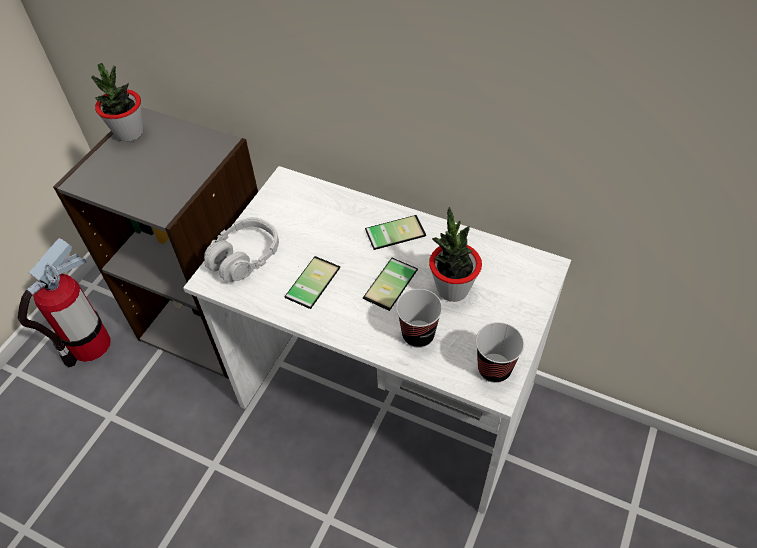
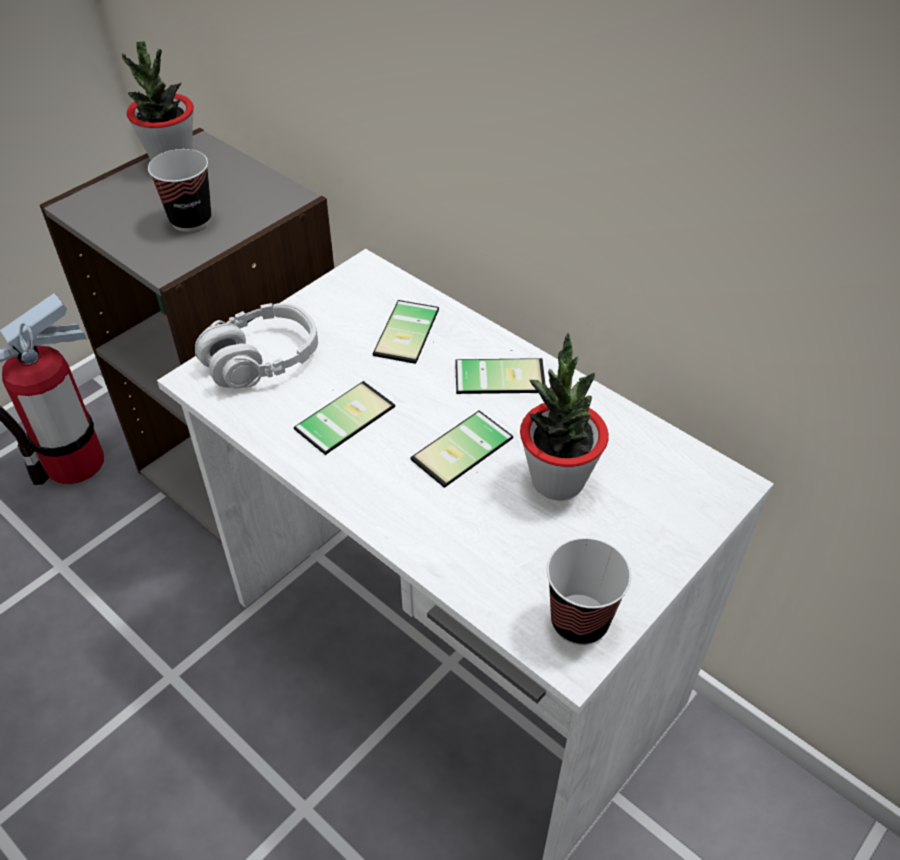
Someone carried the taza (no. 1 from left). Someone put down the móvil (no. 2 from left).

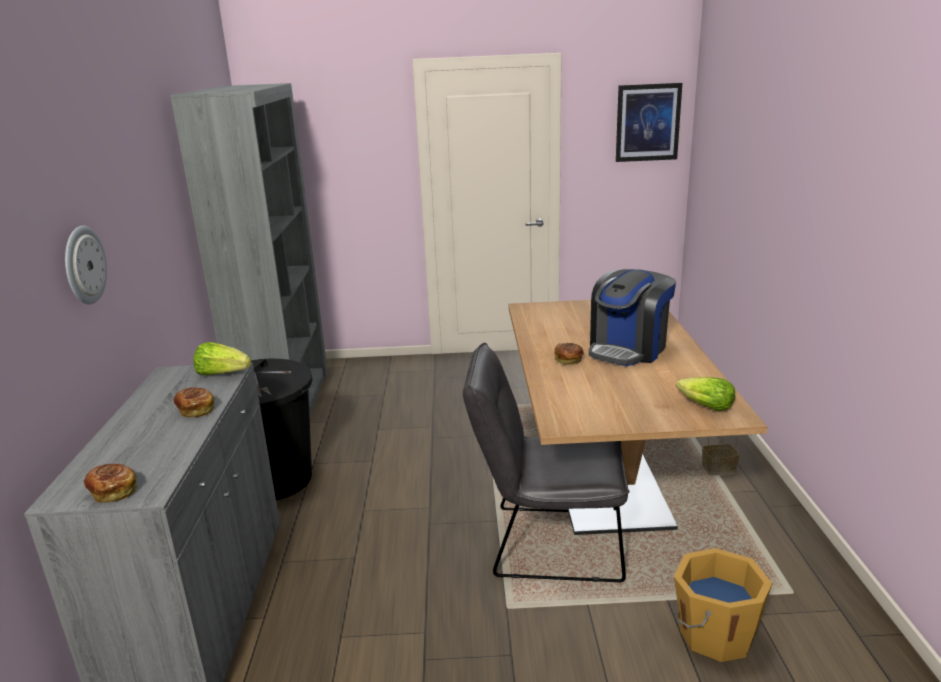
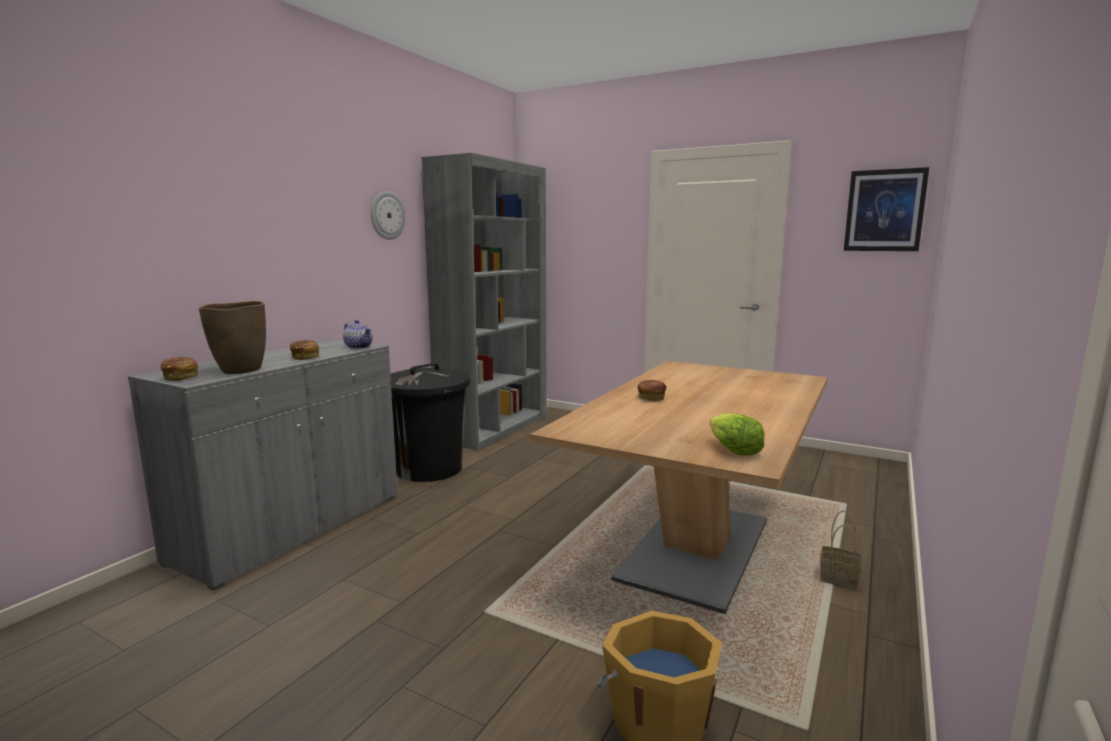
Someone carried the reloj de pared. Someone swapped the lechuga (no. 1 from left) for the tetera. Someone took away the silla [gris]. Someone took away the cafetera. Someone put down the florero [marrón].

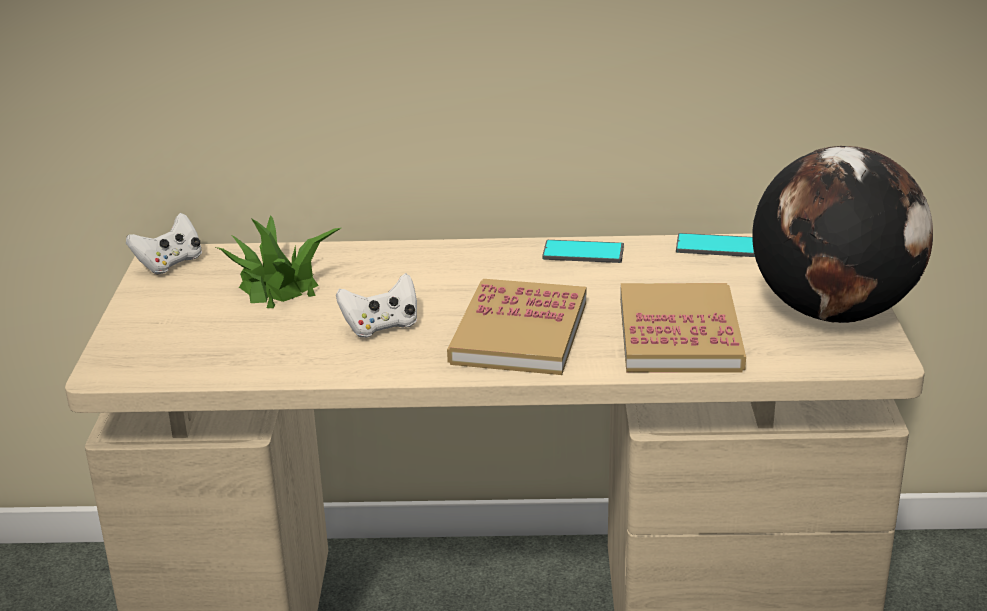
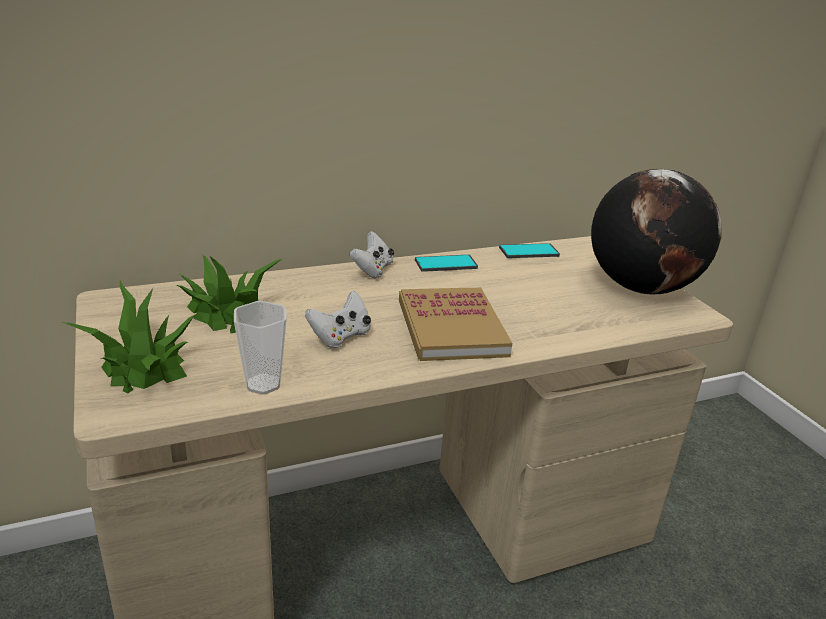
Someone carried the mando de consola [blanco] (no. 1 from left in the first image). Someone took away the libro (no. 2 from left). Someone put down the planta en maceta (no. 1 from left). Someone put down the taza.

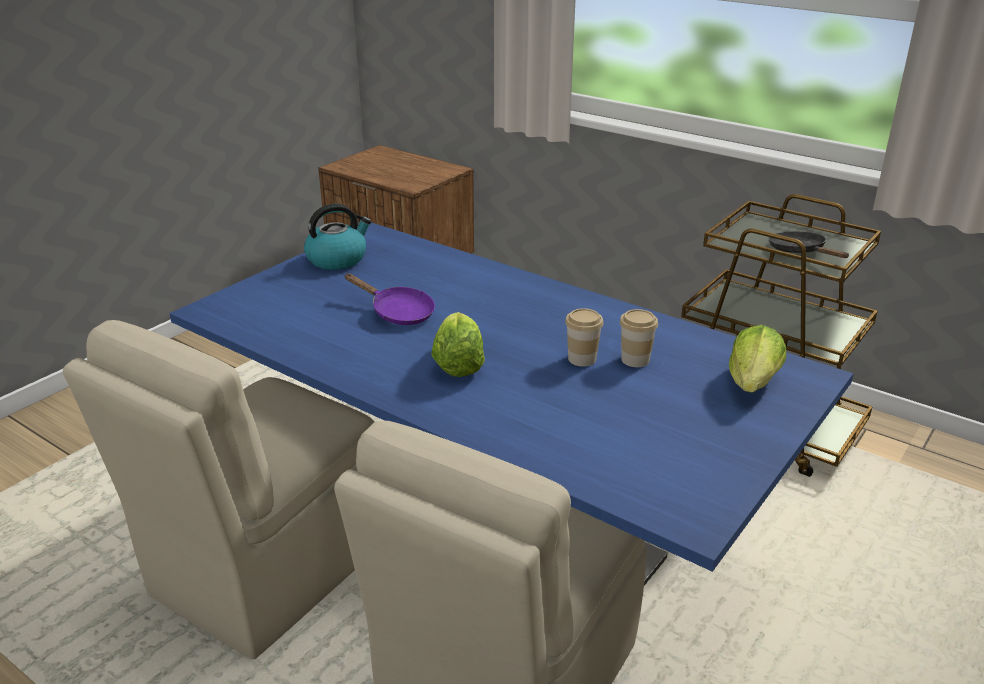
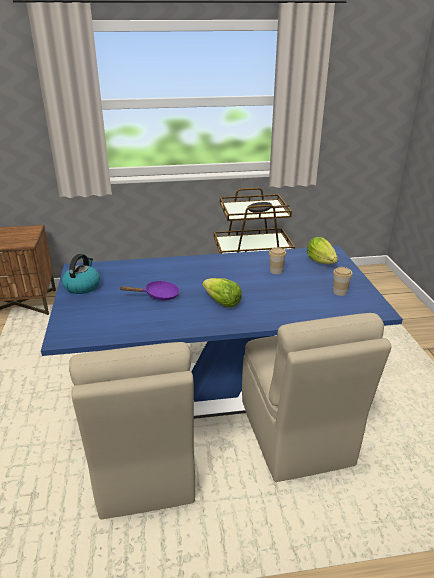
Someone carried the taza (no. 1 from left in the first image).

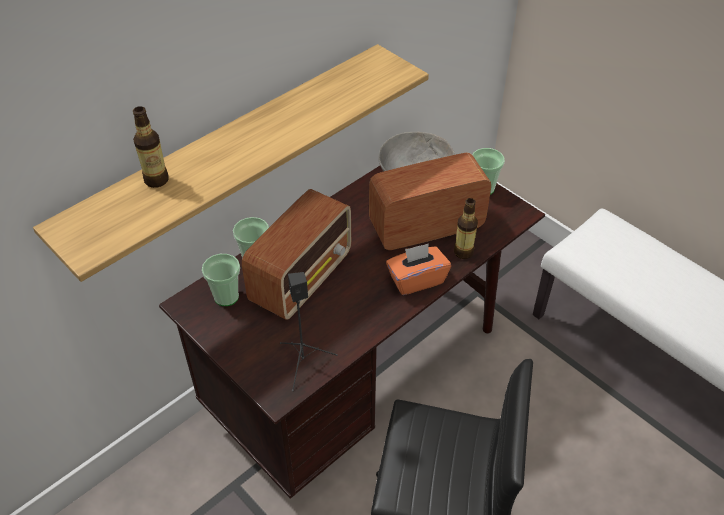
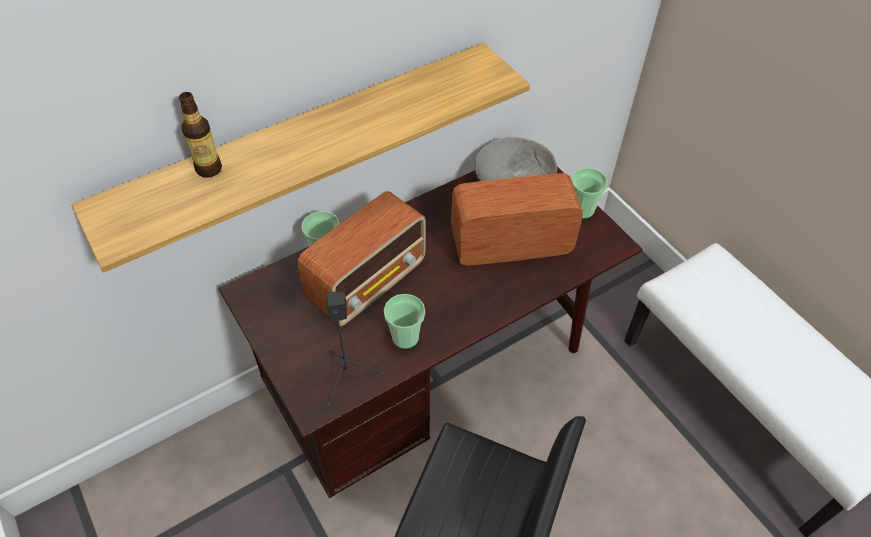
Someone carried the taza (no. 1 from left in the first image). Someone took away the caja de pañuelos [naranja]. Someone took away the botella (no. 2 from left).

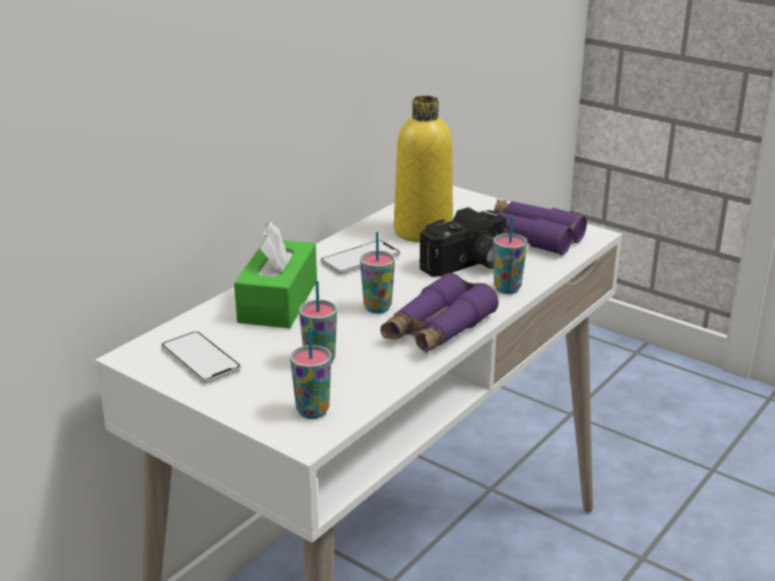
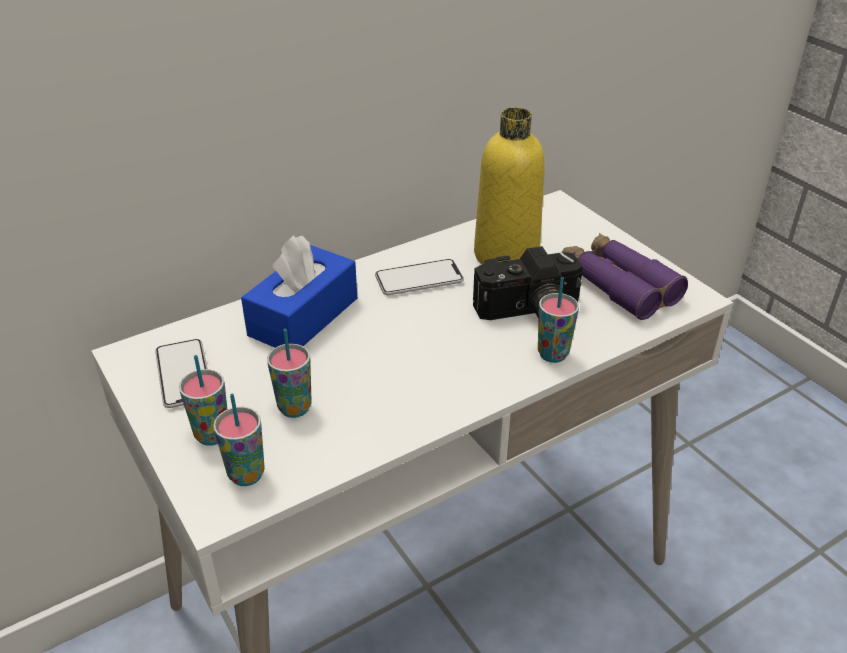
Someone repainted the caja de pañuelos [verde], which became the caja de pañuelos [azul]. Someone carried the taza (no. 3 from left in the first image). Someone took away the prismáticos [morado] (no. 1 from left).

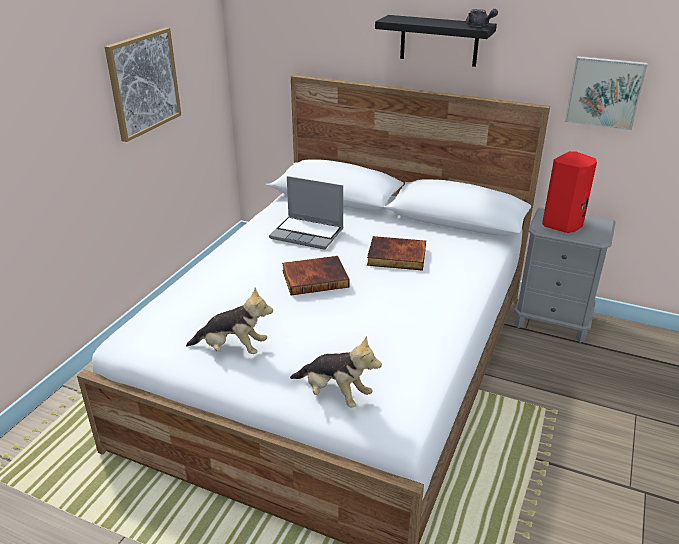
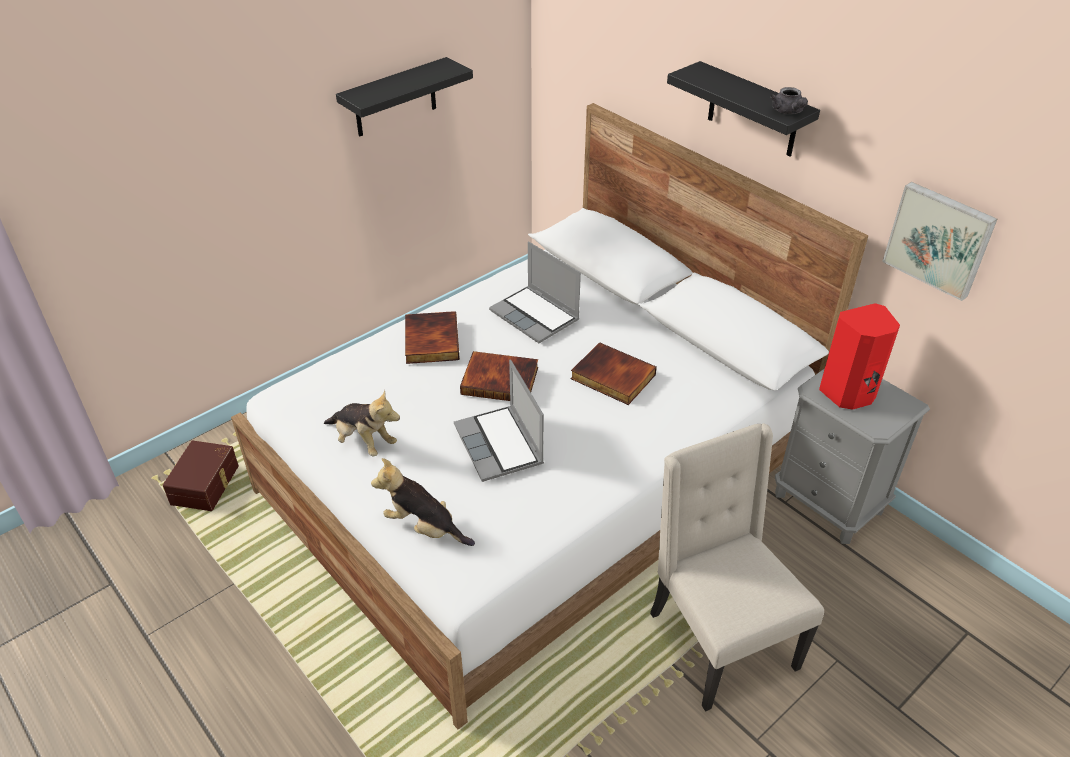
Someone swapped the cuadro (no. 1 from left) for the estante [negro] (no. 1 from left). Someone rotated the peluche (no. 2 from left) by 150 degrees clockwise. Someone put down the caja de almacenaje [marrón]. Someone put down the libro (no. 1 from left). Someone put down the portátil (no. 1 from left). Someone put down the silla [beis].

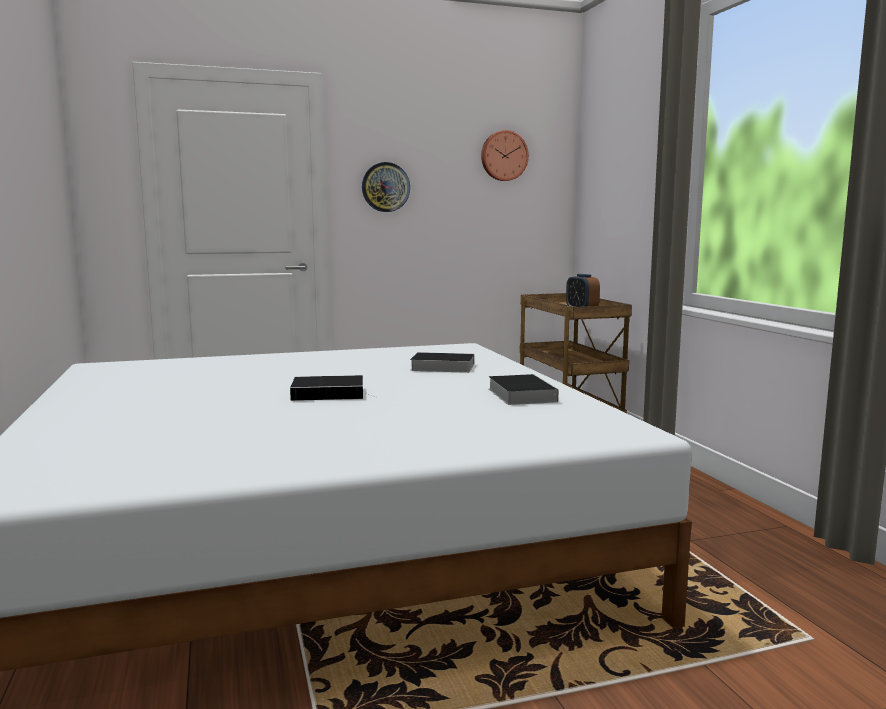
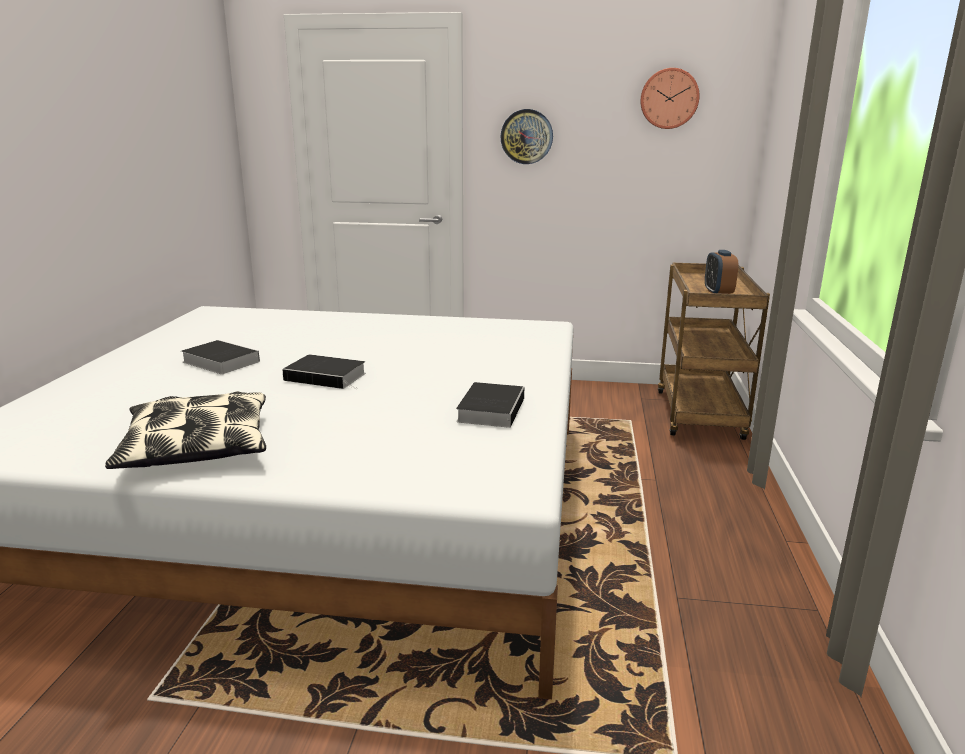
Someone carried the libro (no. 2 from left in the first image). Someone put down the cojín.

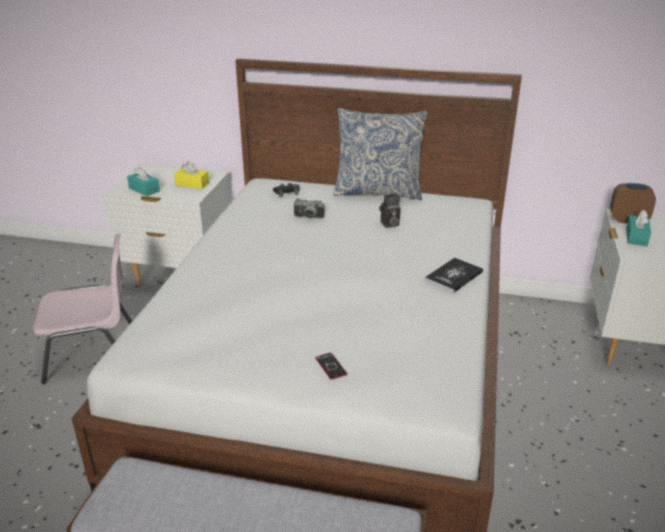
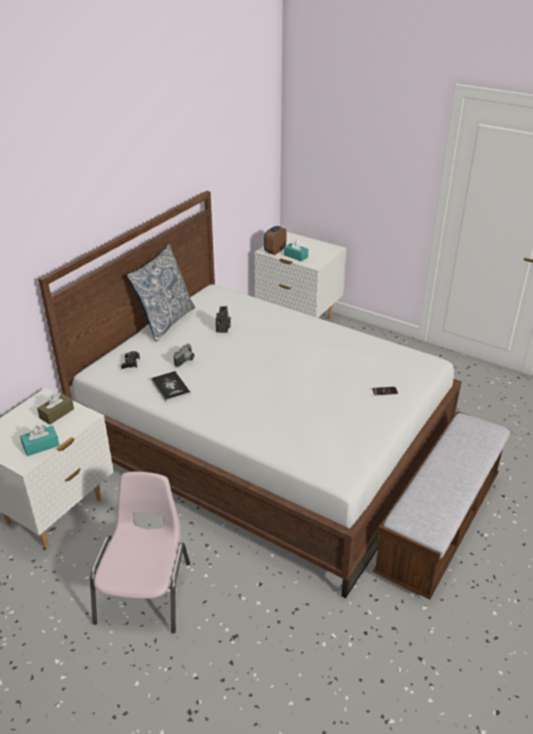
Someone repainted the caja de pañuelos [amarillo], which became the caja de pañuelos [marrón]. Someone carried the libro.

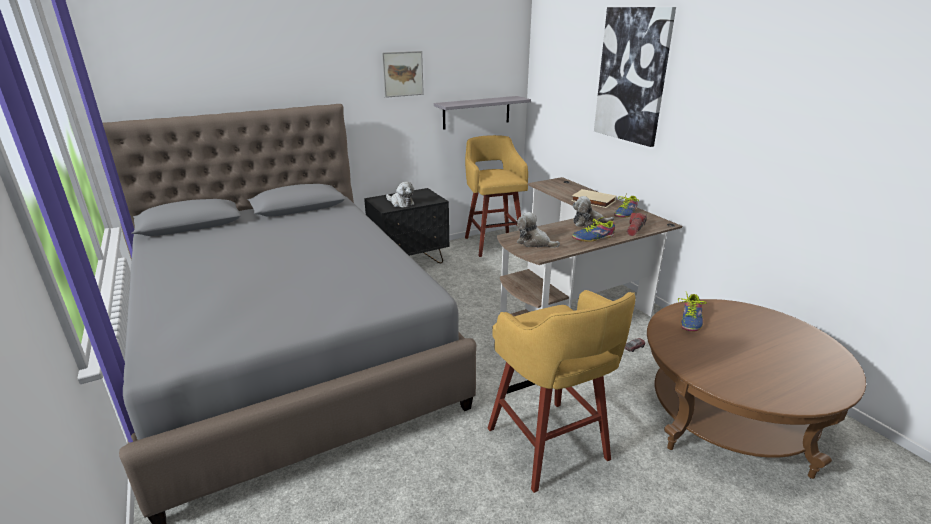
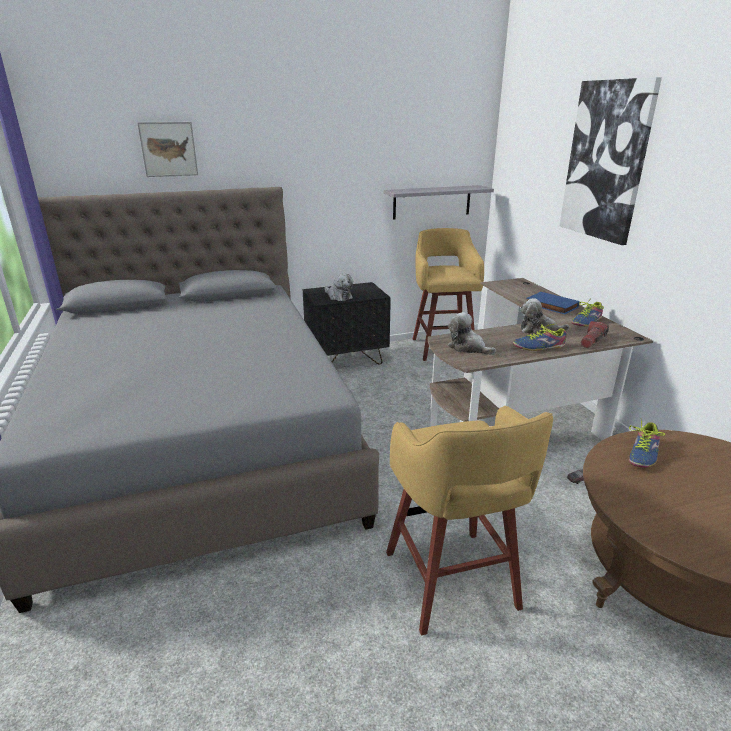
Someone carried the cuadro (no. 1 from left). Someone repainted the libro [beis], which became the libro [azul].

